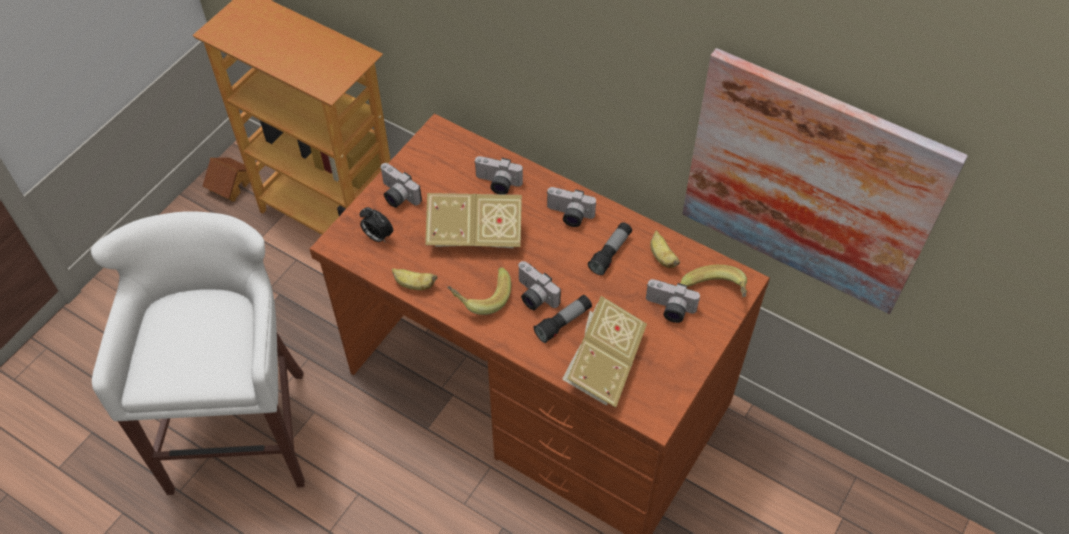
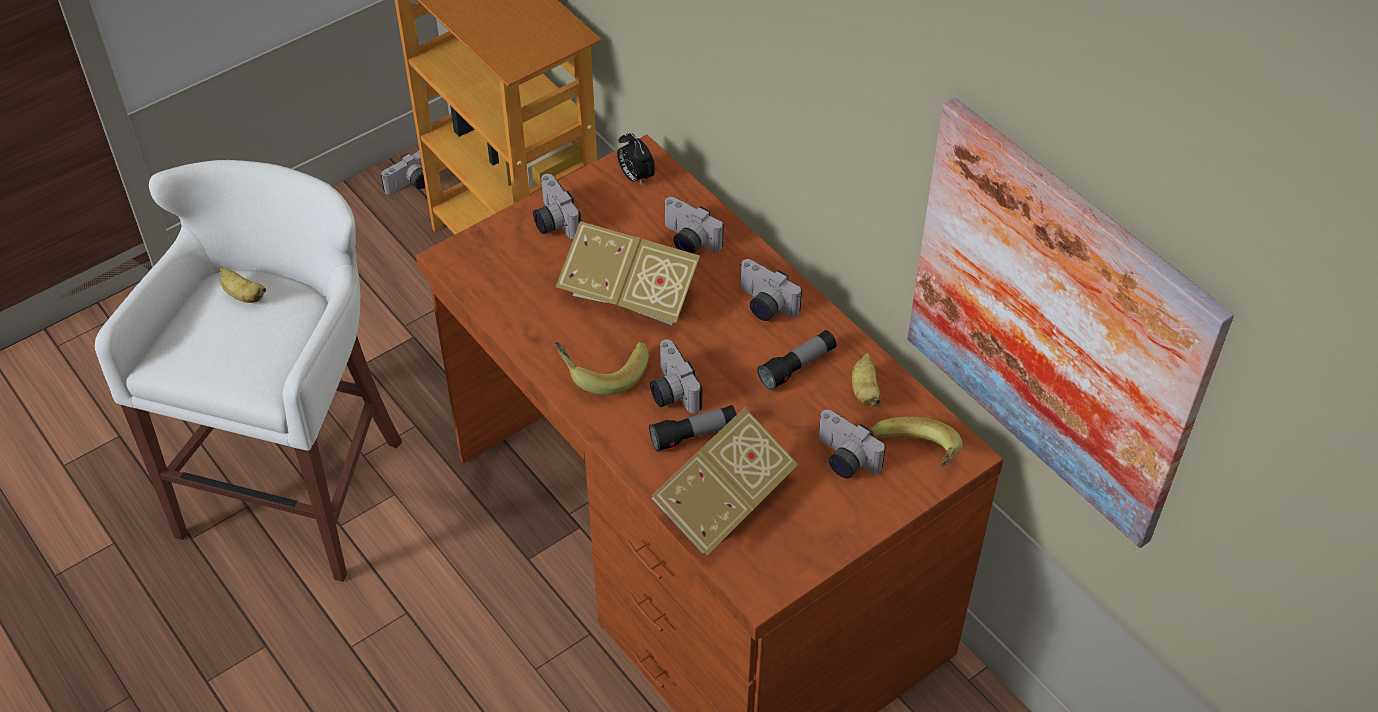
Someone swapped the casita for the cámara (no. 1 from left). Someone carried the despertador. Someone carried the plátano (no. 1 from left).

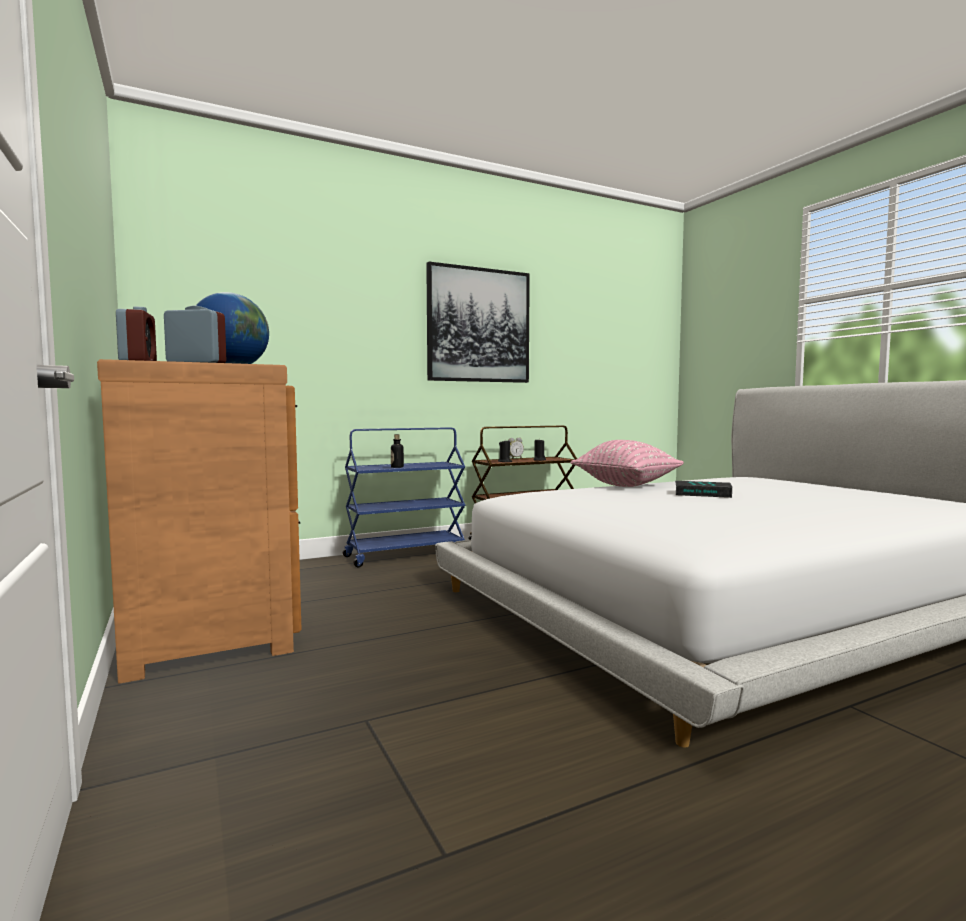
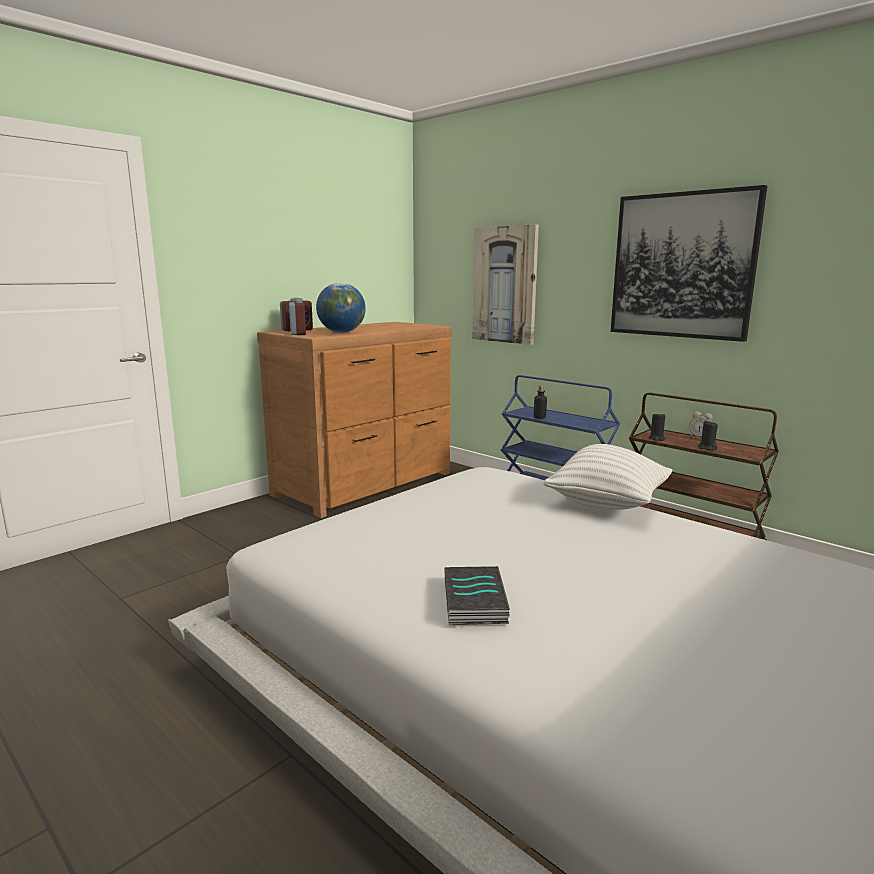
Someone repainted the cojín [rosa], which became the cojín [blanco]. Someone carried the libro. Someone put up the cuadro (no. 1 from left).

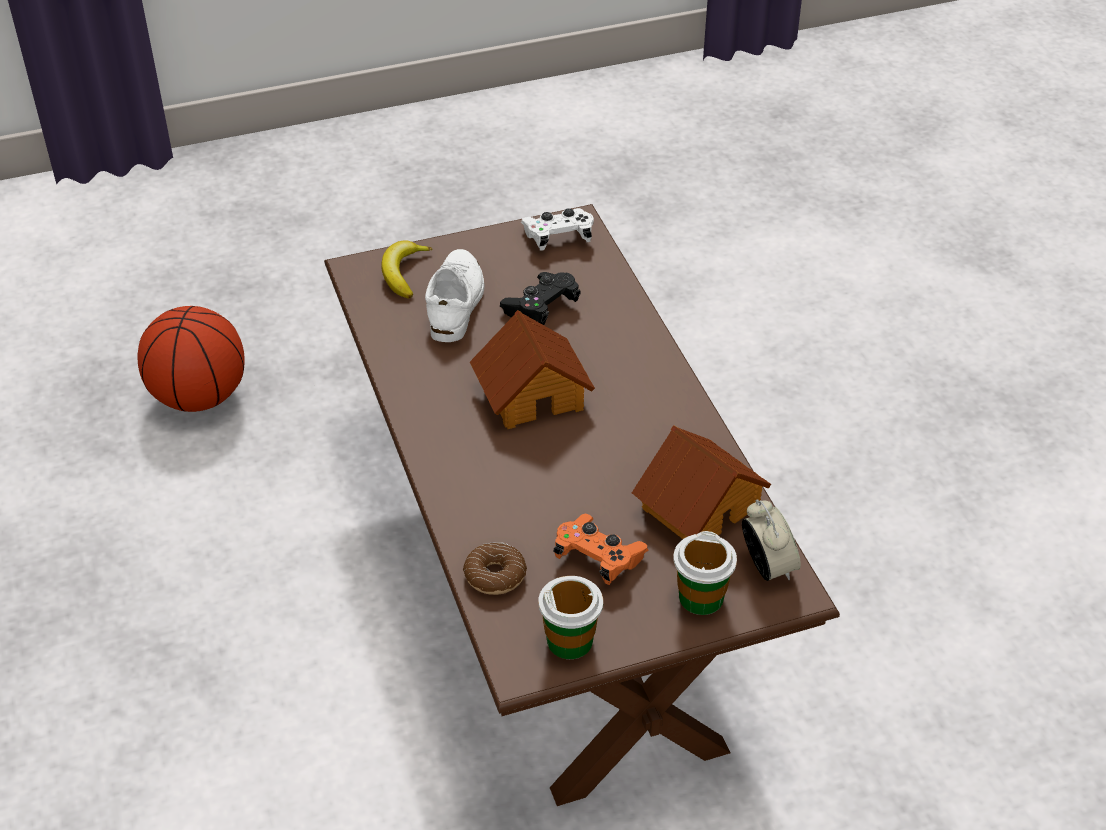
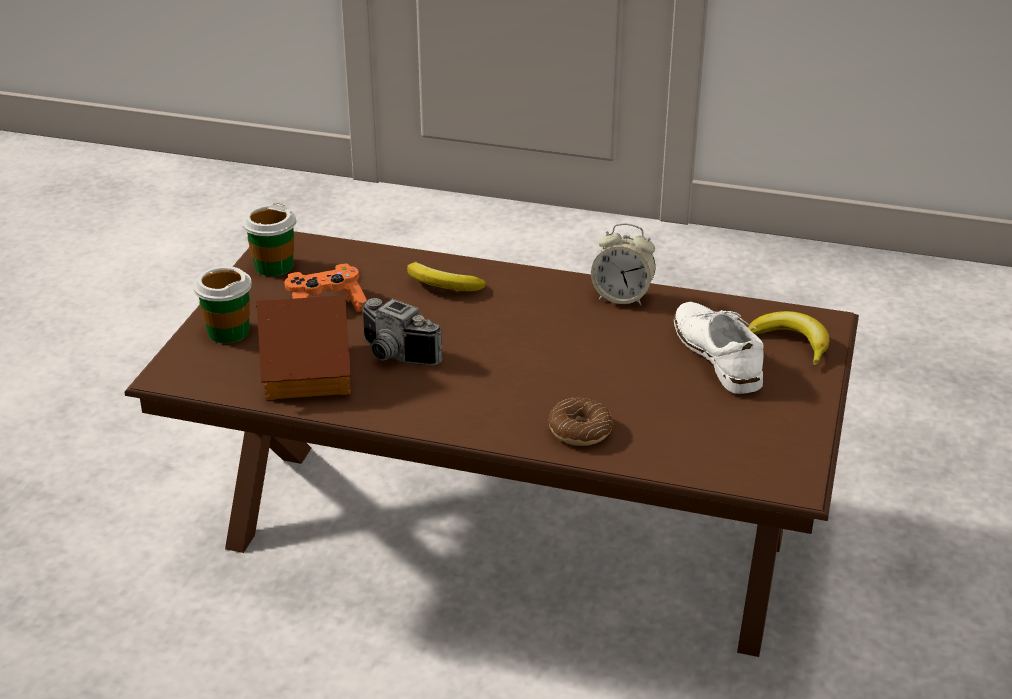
Someone took away the balón de baloncesto. Someone rotated the zapato [blanco] by 150 degrees counterclockwise. Someone carried the rosquilla. Someone took away the casita (no. 1 from left). Someone took away the mando de consola [negro]. Someone took away the mando de consola [blanco]. Someone carried the despertador. Someone put down the cámara. Someone put down the plátano (no. 1 from left).

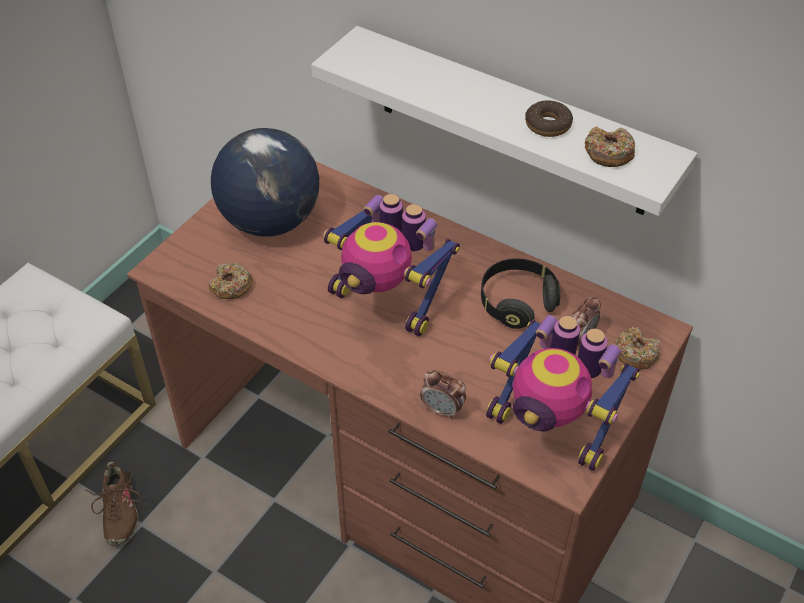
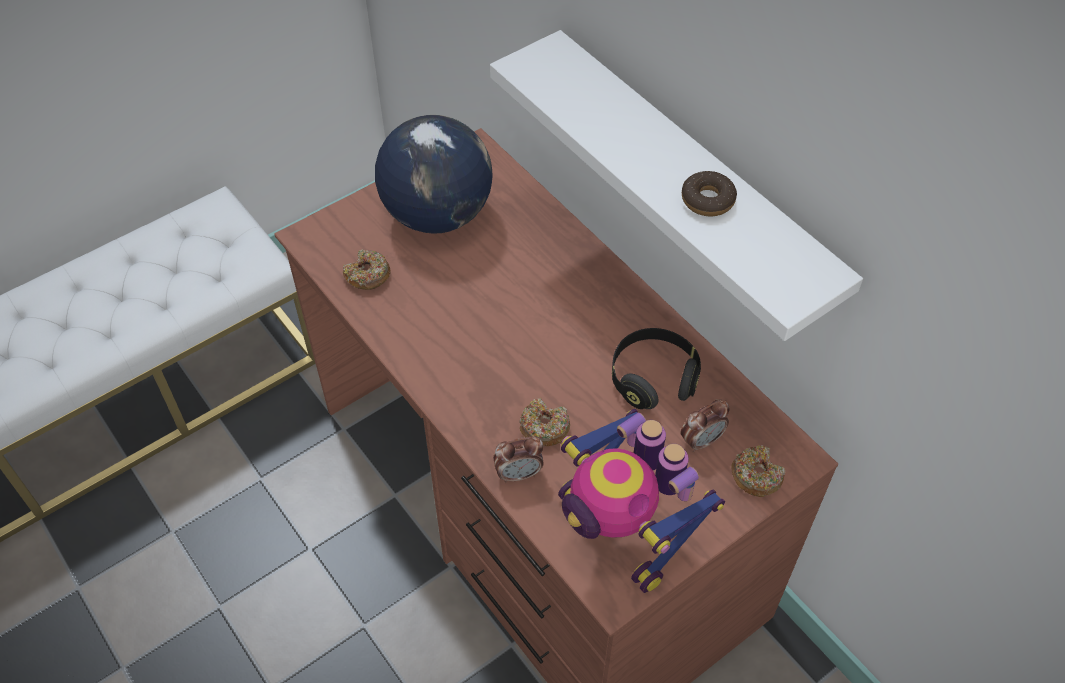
Someone took away the zapato [marrón]. Someone took away the robot de juguete (no. 1 from left). Someone rotated the despertador (no. 1 from left) by 60 degrees counterclockwise. Someone carried the rosquilla (no. 3 from left in the first image).

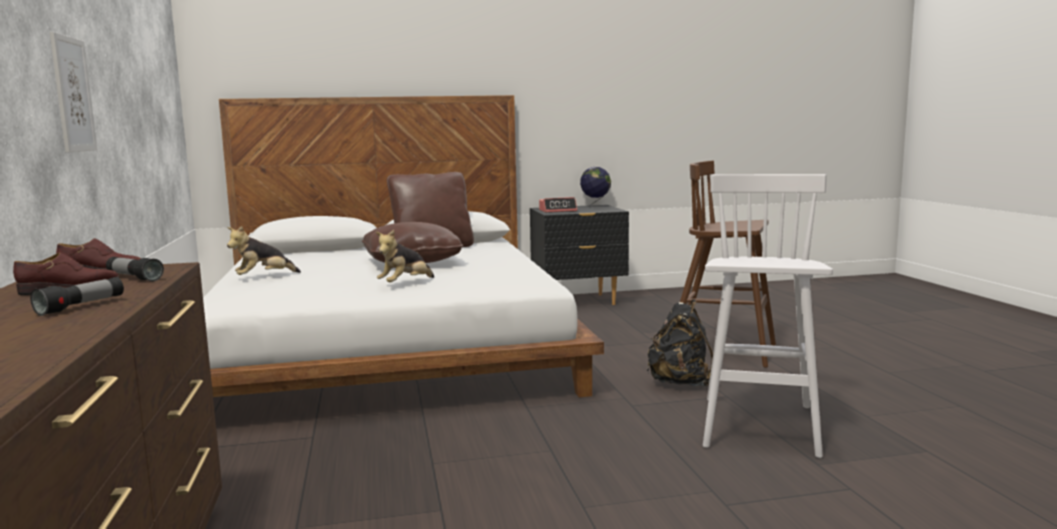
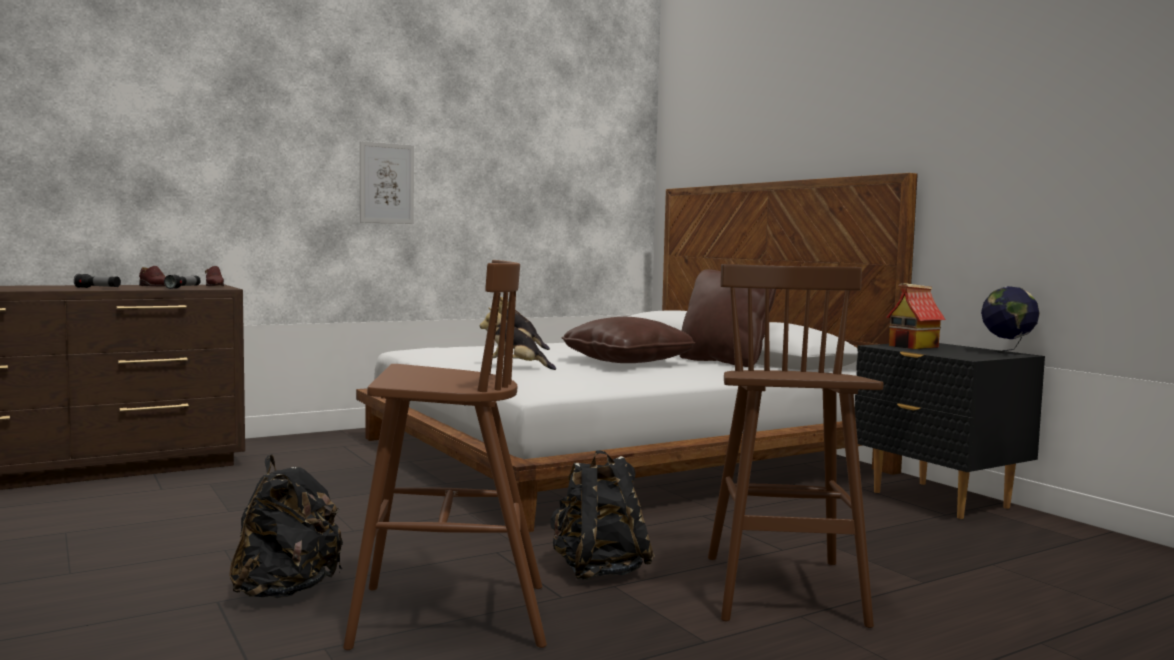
Someone swapped the despertador for the casita. Someone repainted the taburete [blanco], which became the taburete [marrón] (no. 1 from left). Someone put down the mochila [negro] (no. 1 from left).

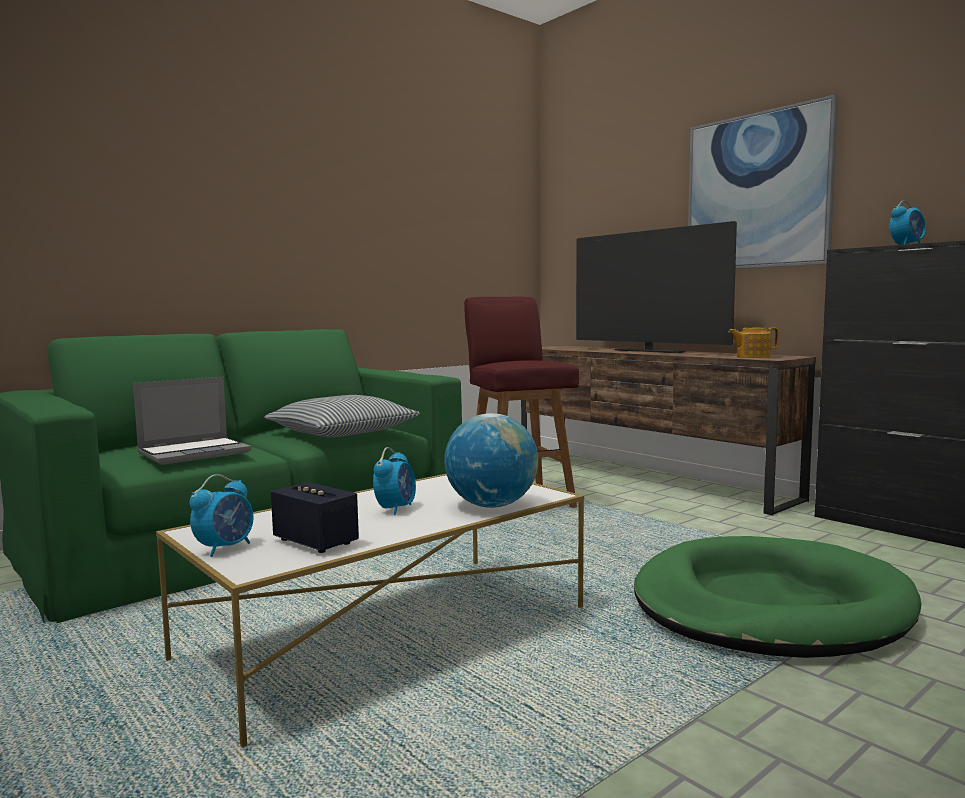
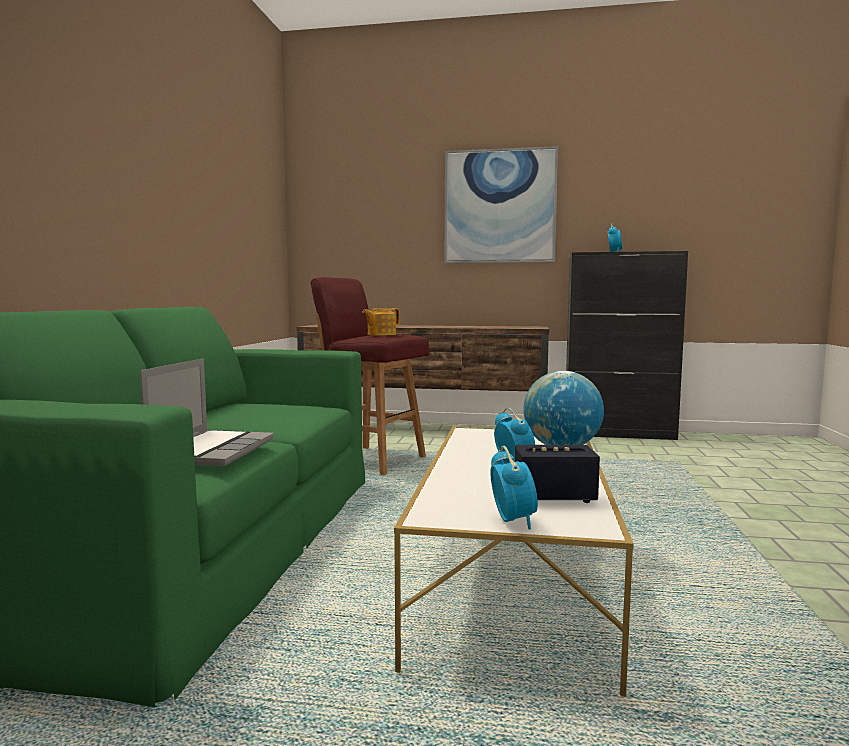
Someone took away the cojín. Someone took away the televisor. Someone took away the cama para perro [verde]. Someone carried the tetera.

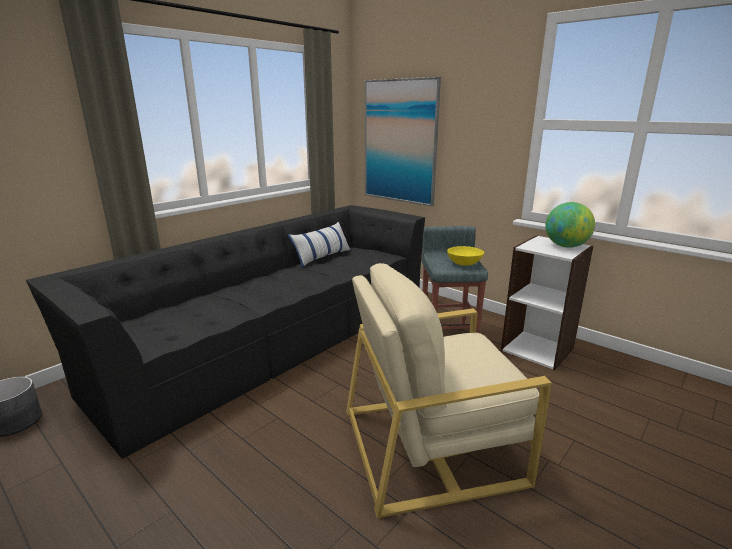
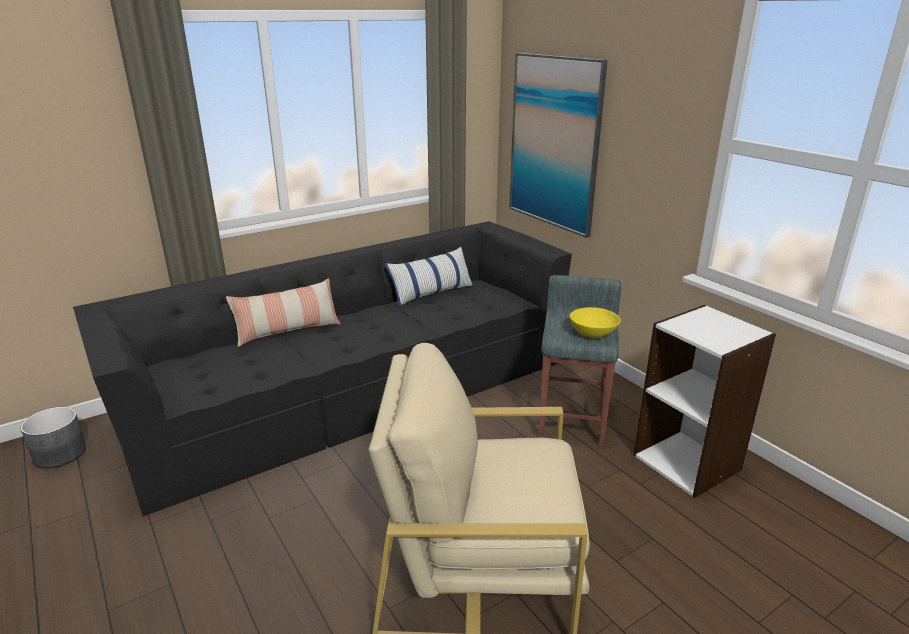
Someone took away the globo terráqueo. Someone put down the cojín (no. 1 from left).

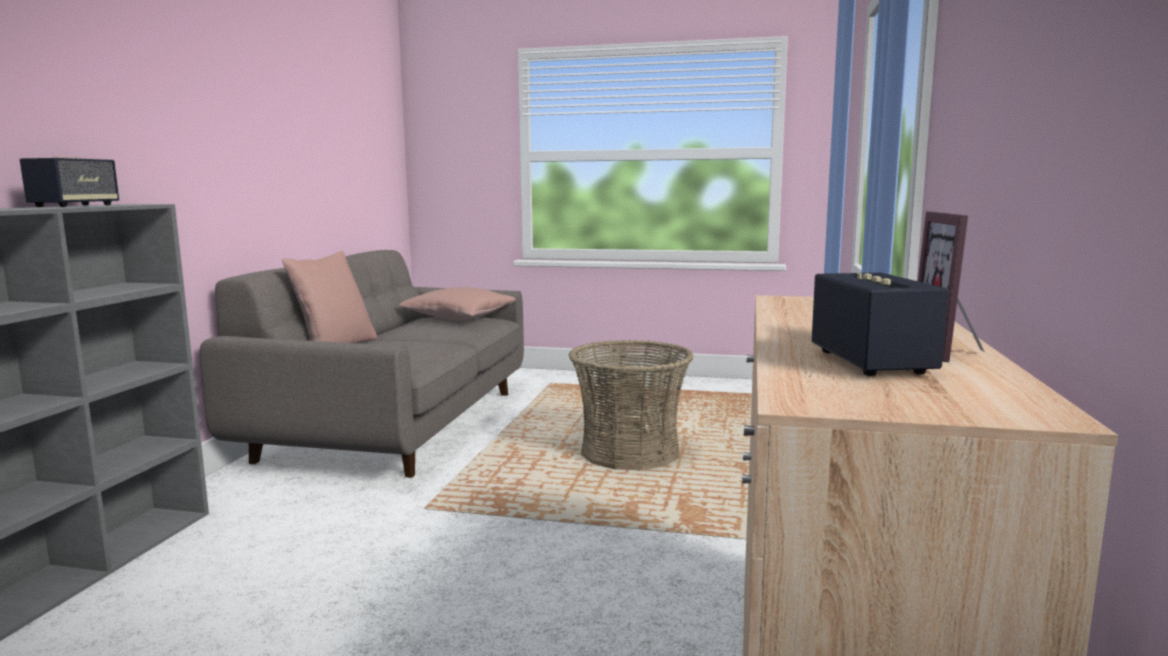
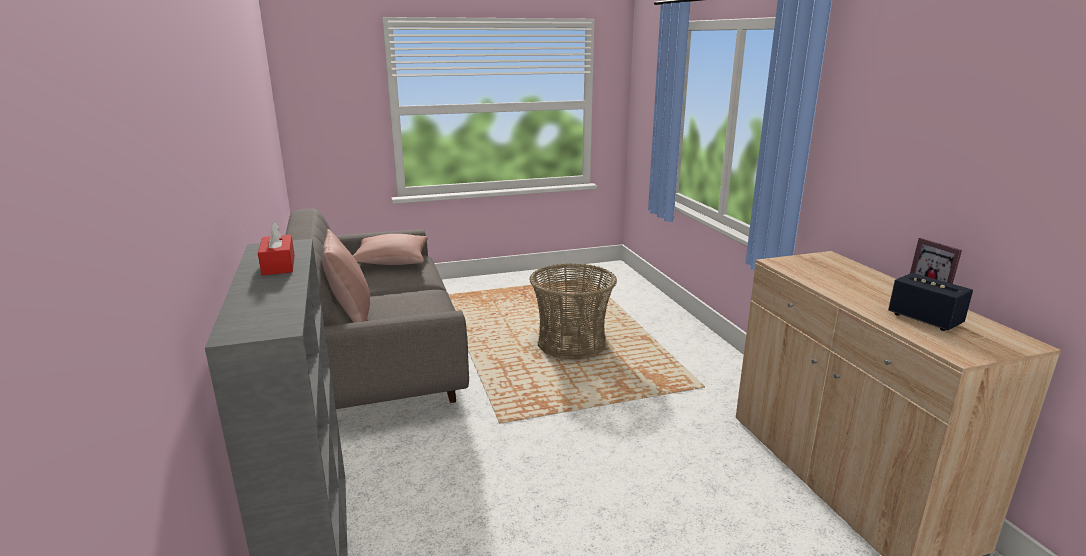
Someone swapped the altavoz (no. 1 from left) for the caja de pañuelos [rojo].

